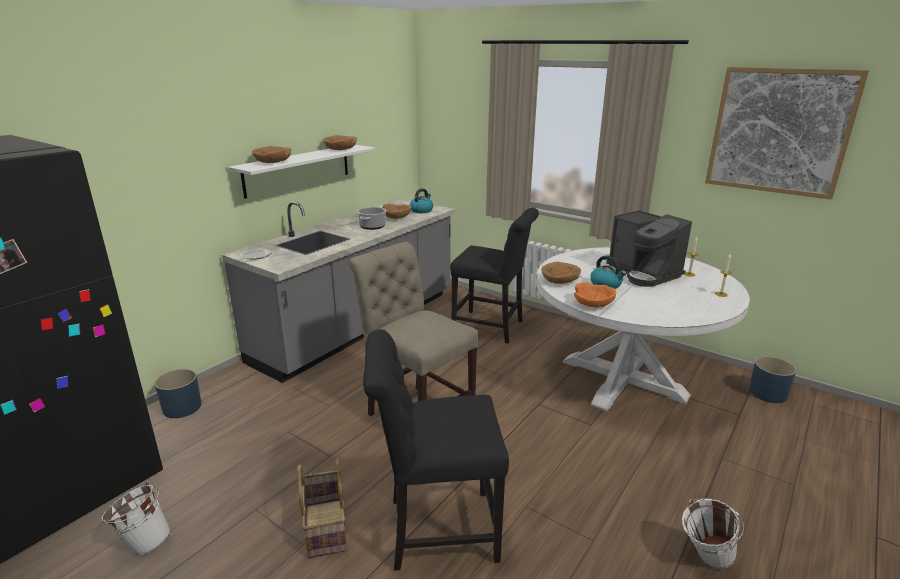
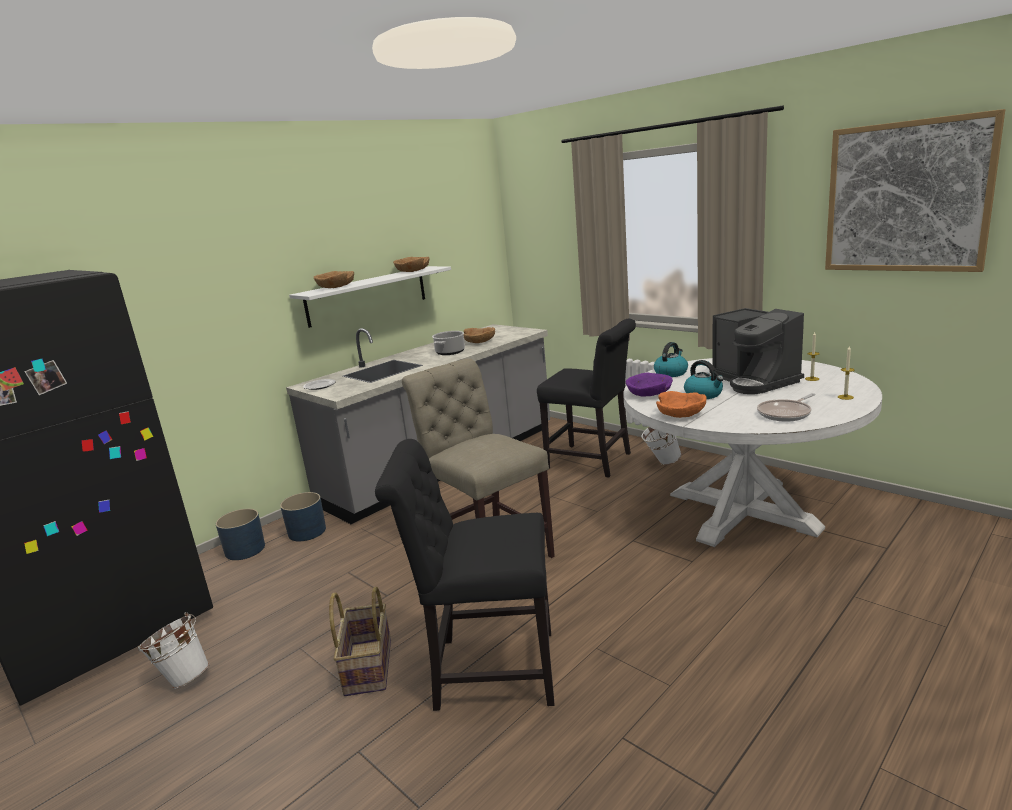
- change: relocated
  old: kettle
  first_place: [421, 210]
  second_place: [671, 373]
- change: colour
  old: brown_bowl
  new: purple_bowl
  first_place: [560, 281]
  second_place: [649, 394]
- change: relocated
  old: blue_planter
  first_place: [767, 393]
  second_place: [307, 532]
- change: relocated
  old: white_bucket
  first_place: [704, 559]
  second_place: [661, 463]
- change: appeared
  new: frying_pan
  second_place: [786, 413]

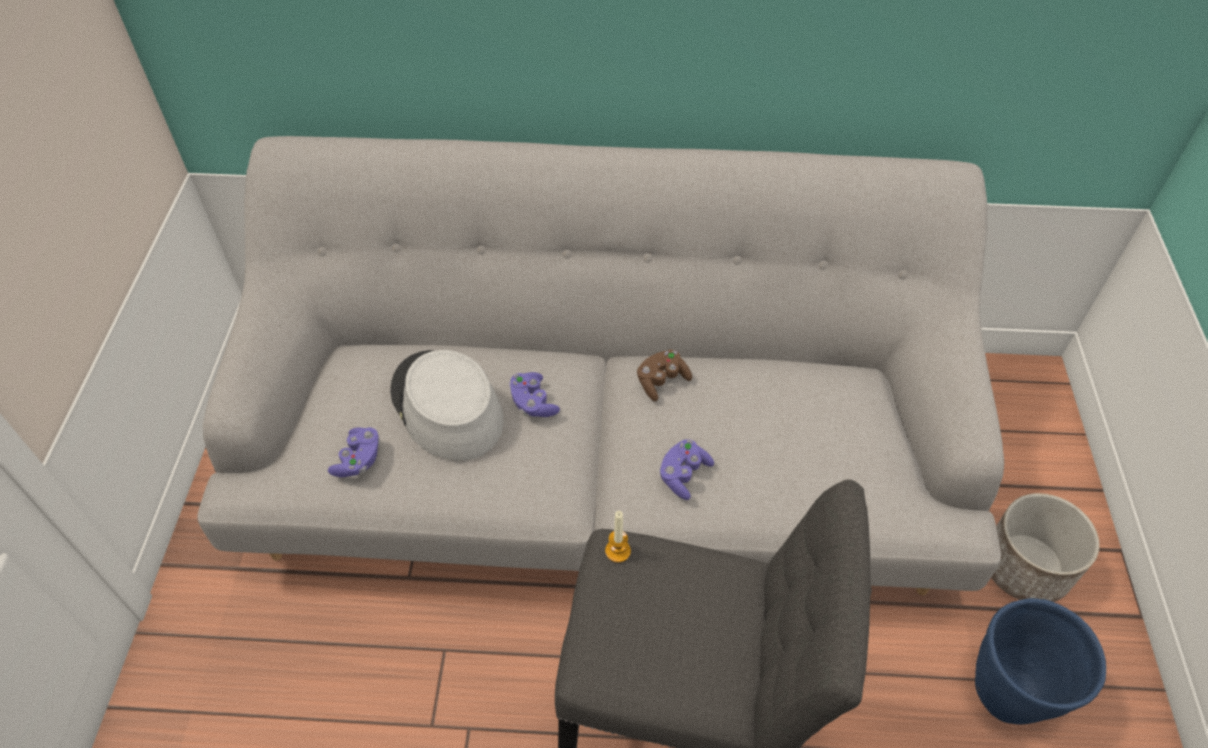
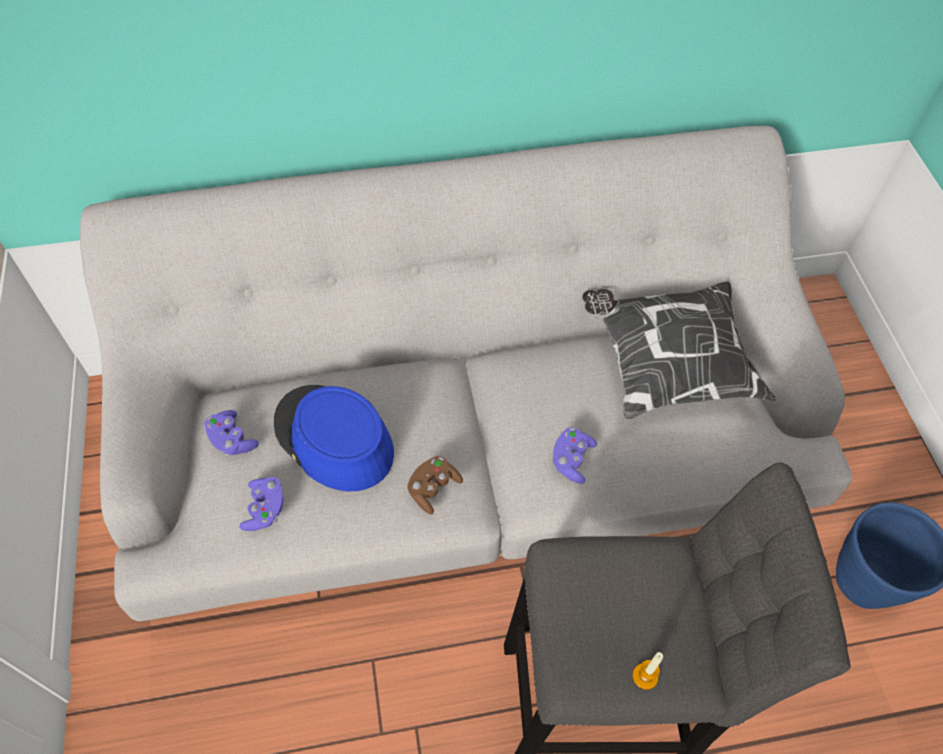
- change: colour
  old: grey_hat
  new: blue_hat
  first_place: [446, 406]
  second_place: [333, 439]
- change: relocated
  old: brown_game_controller
  first_place: [661, 381]
  second_place: [433, 489]
- change: relocated
  old: purple_game_controller
  first_place: [533, 403]
  second_place: [232, 440]
- change: missing
  old: planter
  first_place: [1026, 567]
- change: relocated
  old: candle
  first_place: [617, 551]
  second_place: [645, 676]
- change: appeared
  new: pillow
  second_place: [667, 365]

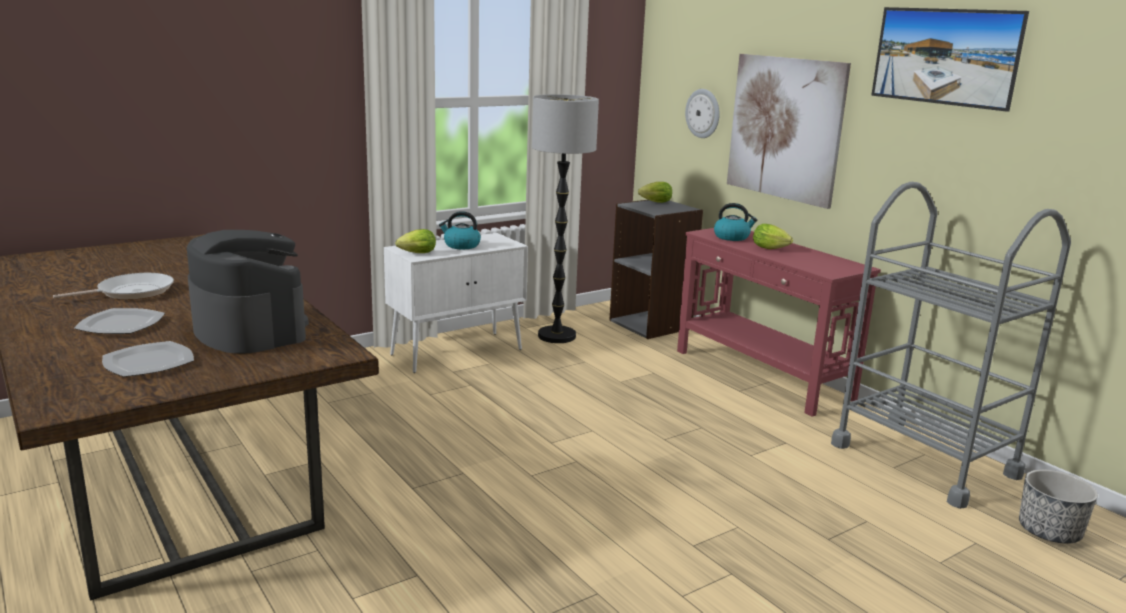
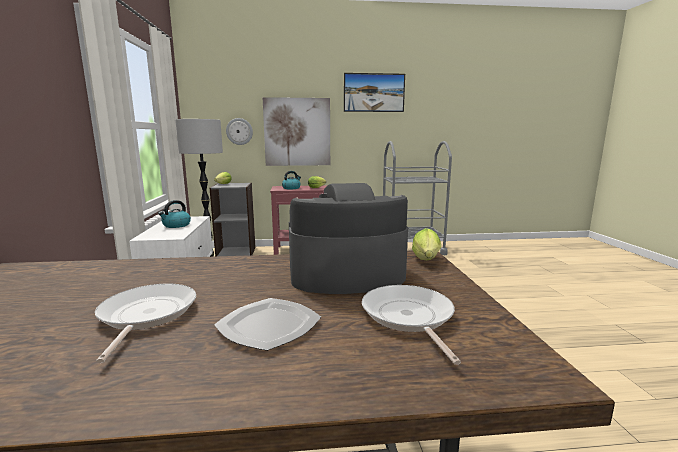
- change: relocated
  old: lettuce
  first_place: [415, 253]
  second_place: [426, 260]
- change: exchanged
  old: plate
  new: frying_pan
  first_place: [147, 362]
  second_place: [408, 317]
- change: missing
  old: planter
  first_place: [1049, 531]

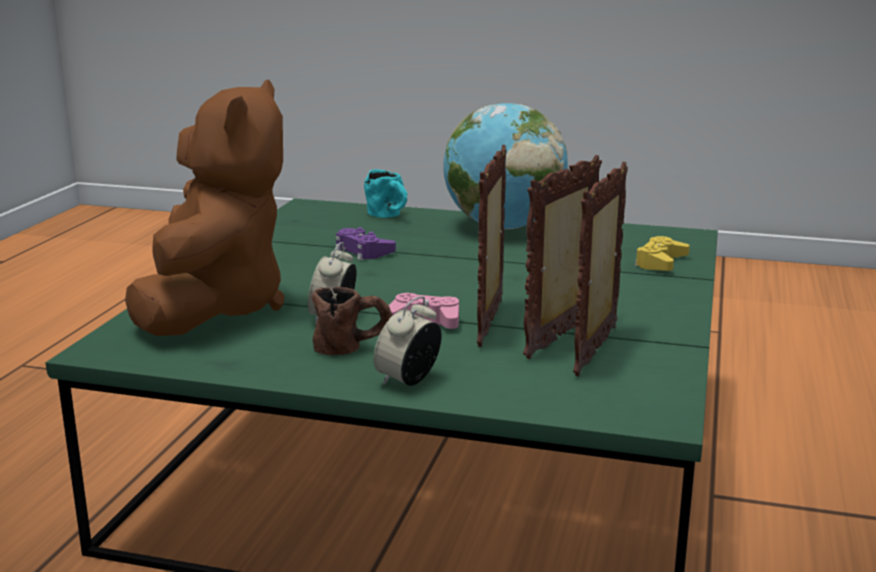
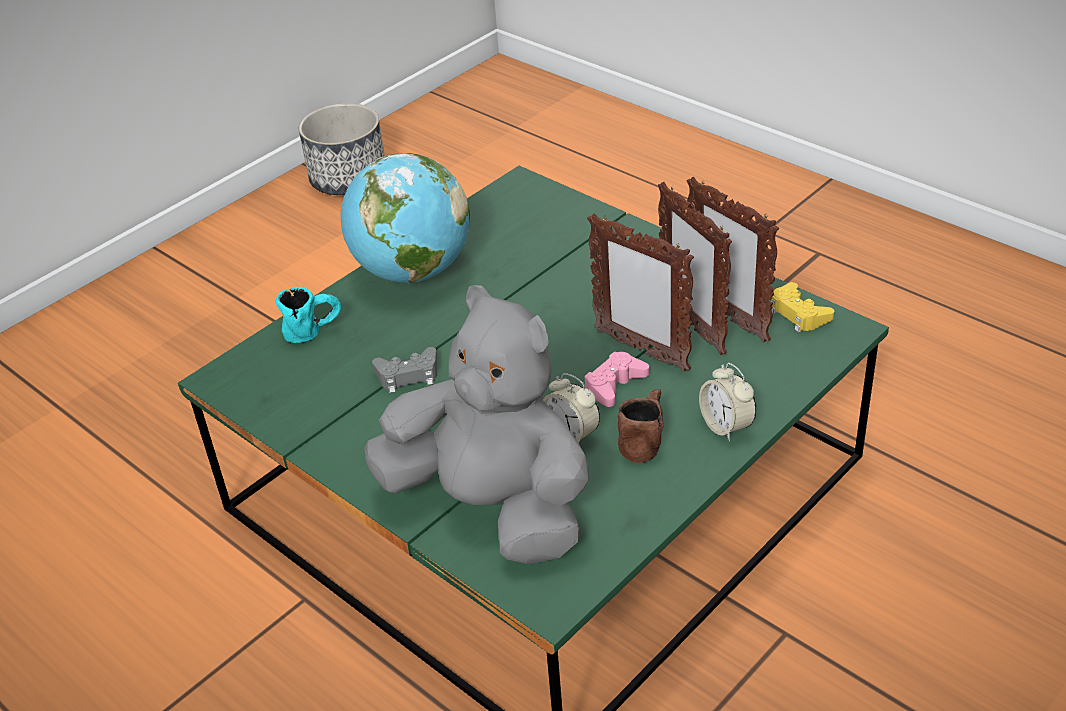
- change: colour
  old: brown_plush_toy
  new: grey_plush_toy
  first_place: [214, 308]
  second_place: [492, 507]
- change: colour
  old: purple_game_controller
  new: grey_game_controller
  first_place: [363, 251]
  second_place: [408, 375]
- change: relocated
  old: yellow_game_controller
  first_place: [660, 262]
  second_place: [798, 314]
- change: appeared
  new: planter
  second_place: [349, 178]

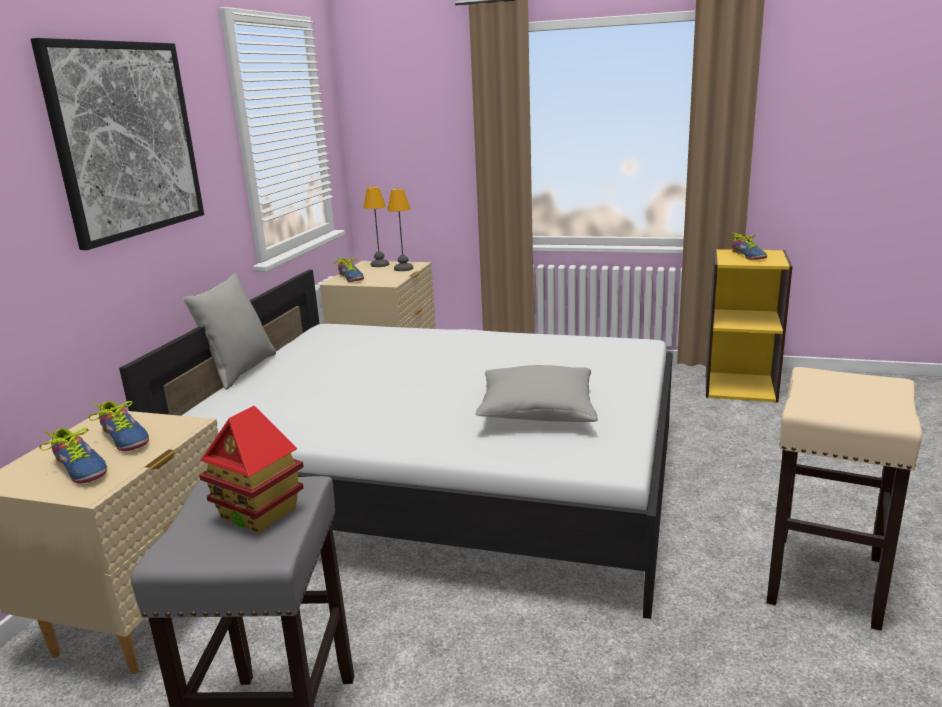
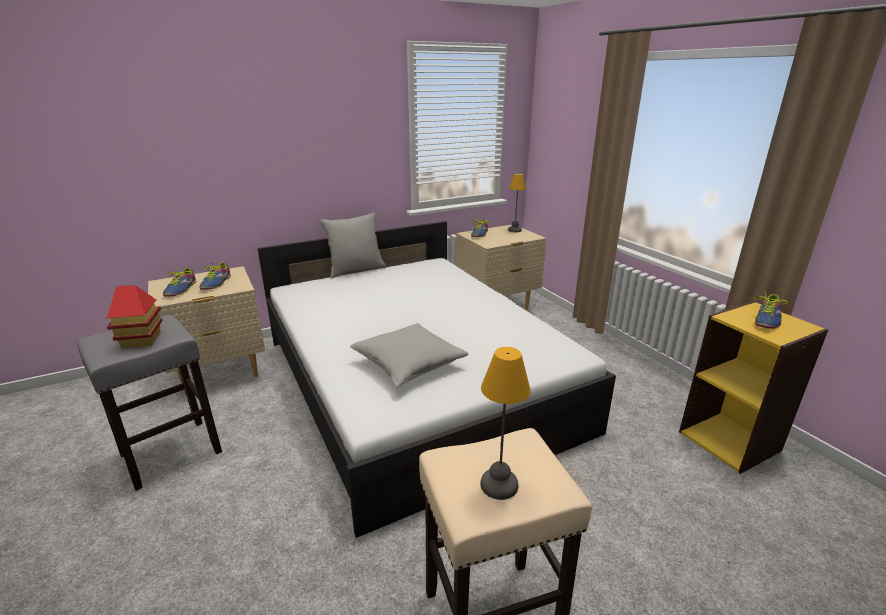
- change: missing
  old: picture
  first_place: [126, 140]
- change: relocated
  old: table_lamp
  first_place: [404, 268]
  second_place: [499, 486]

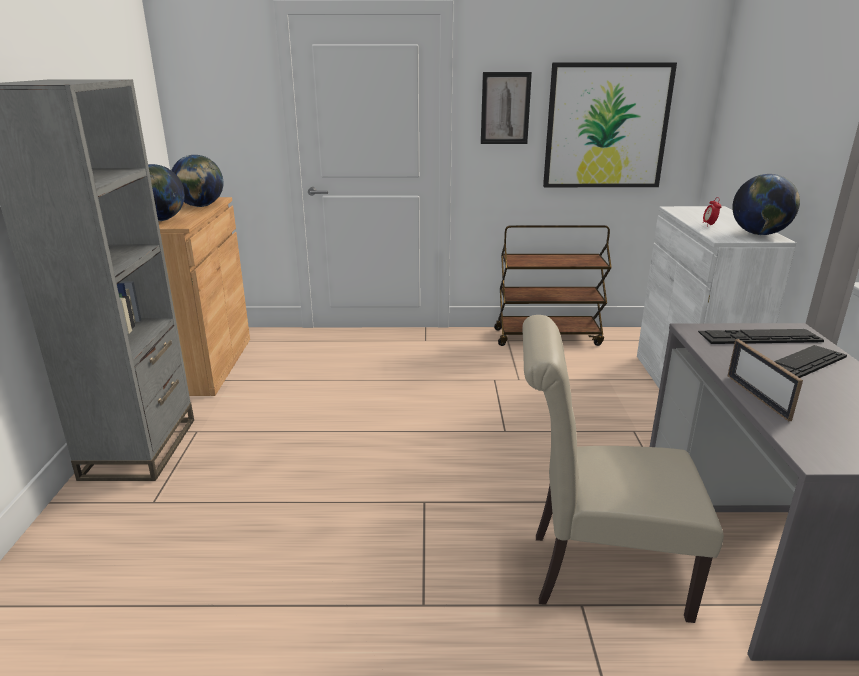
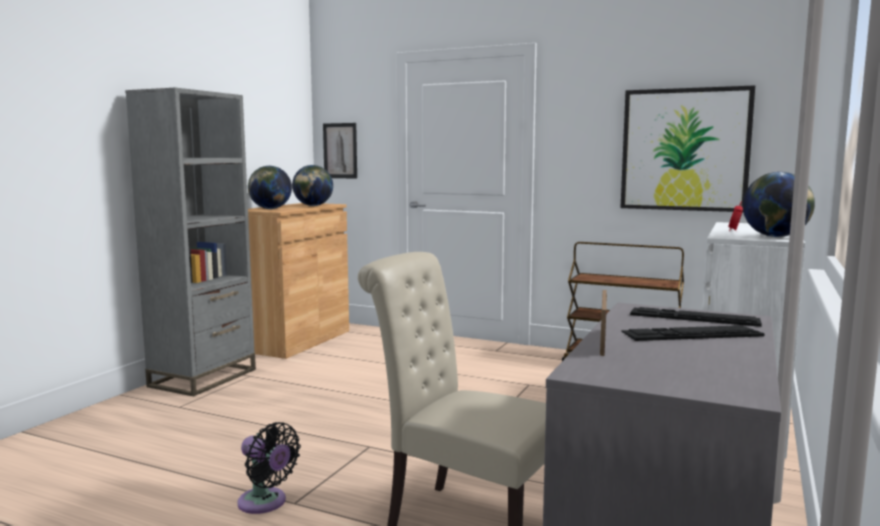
- change: relocated
  old: picture
  first_place: [505, 108]
  second_place: [340, 150]
- change: appeared
  new: black_fan
  second_place: [265, 503]

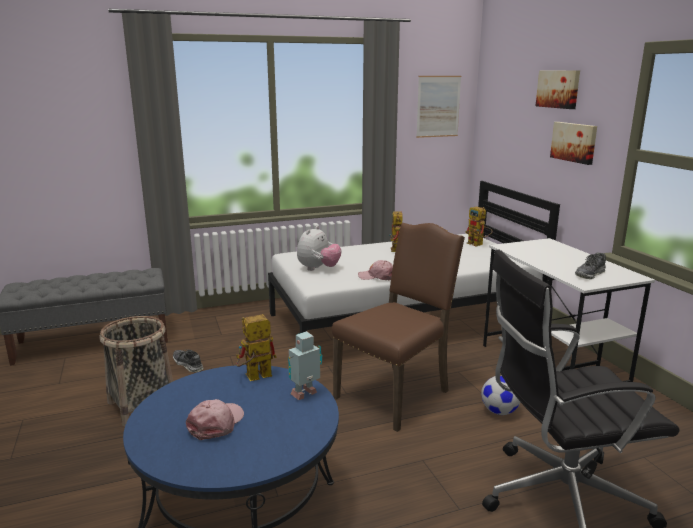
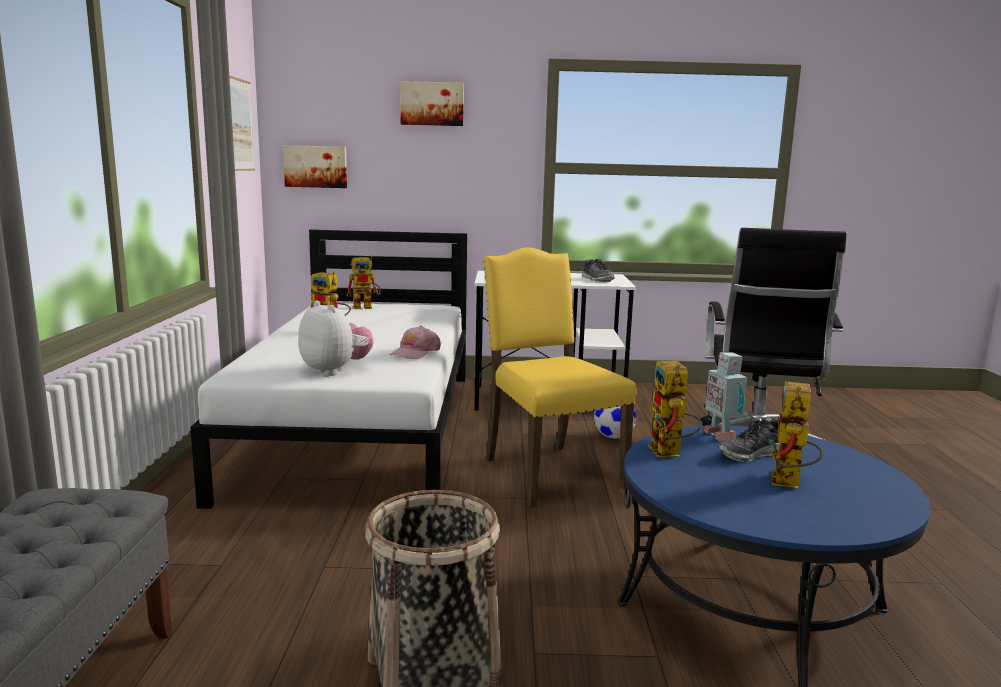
- change: relocated
  old: picture
  first_place: [574, 142]
  second_place: [316, 166]
- change: colour
  old: brown_chair
  new: yellow_chair
  first_place: [395, 394]
  second_place: [548, 472]
- change: relocated
  old: shoe
  first_place: [188, 365]
  second_place: [752, 454]
- change: exchanged
  old: pink_cap
  new: toy_robot
  first_place: [216, 423]
  second_place: [789, 484]

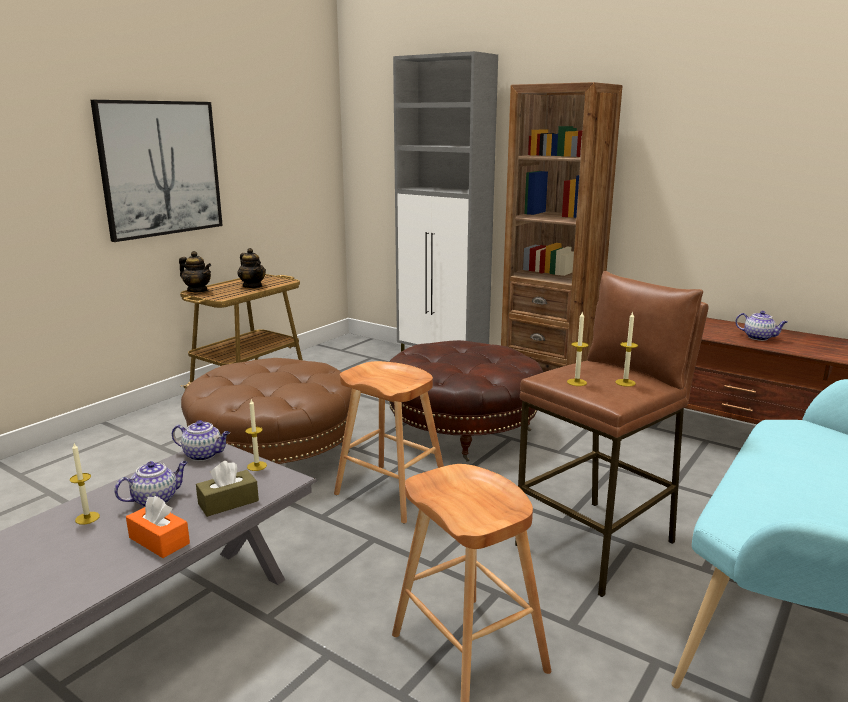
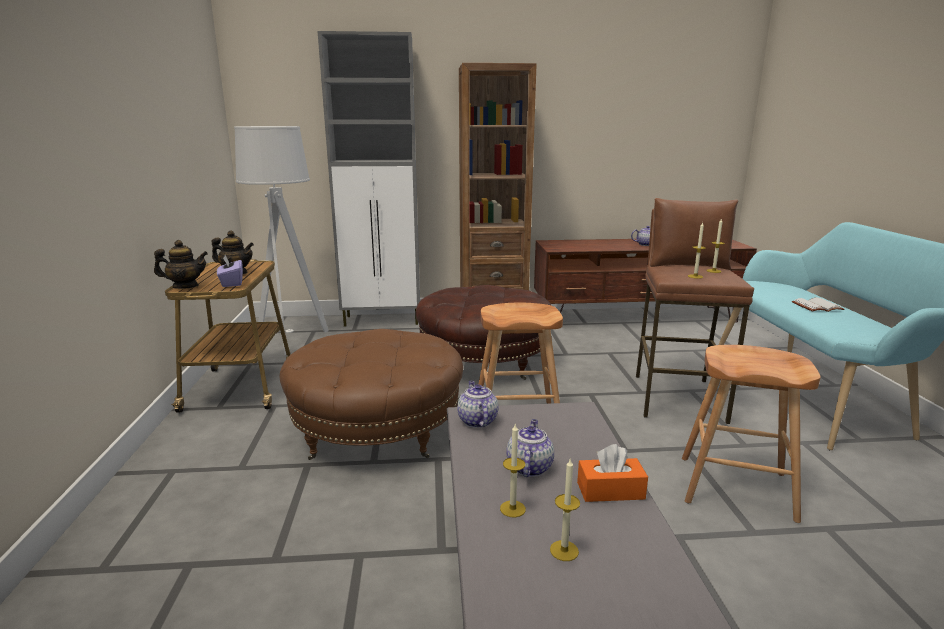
- change: missing
  old: picture
  first_place: [161, 168]
- change: relocated
  old: candle
  first_place: [257, 466]
  second_place: [564, 550]
- change: spun
  old: teapot
  first_place: [204, 455]
  second_place: [477, 420]
  degrees: -75
- change: missing
  old: brown_tissue_box
  first_place: [228, 502]
- change: appeared
  new: grey_floor_lamp
  second_place: [291, 340]
- change: appeared
  new: purple_tissue_box
  second_place: [231, 283]
- change: appeared
  new: white_book
  second_place: [817, 307]

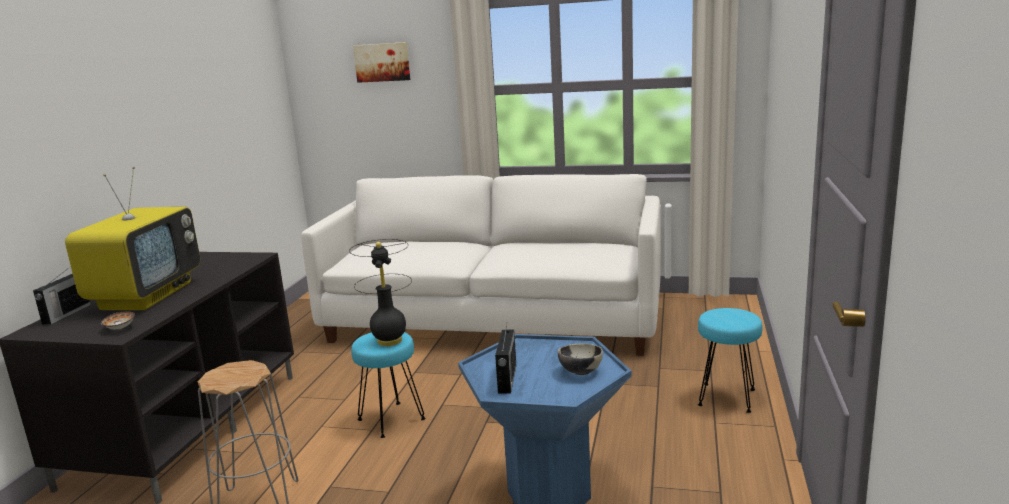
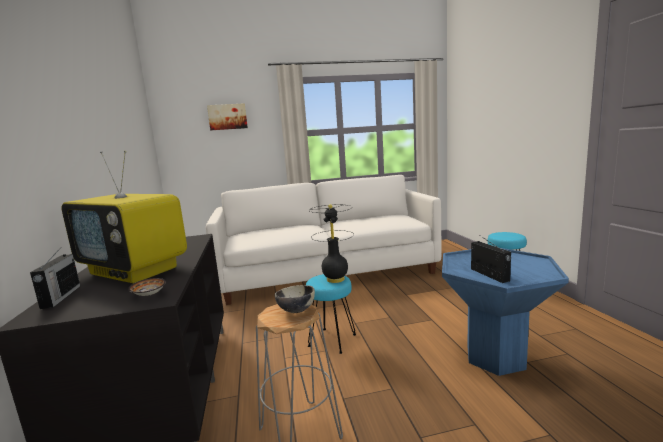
- change: spun
  old: television
  first_place: [146, 295]
  second_place: [135, 271]
  degrees: 135
- change: relocated
  old: bowl
  first_place: [580, 372]
  second_place: [296, 310]

